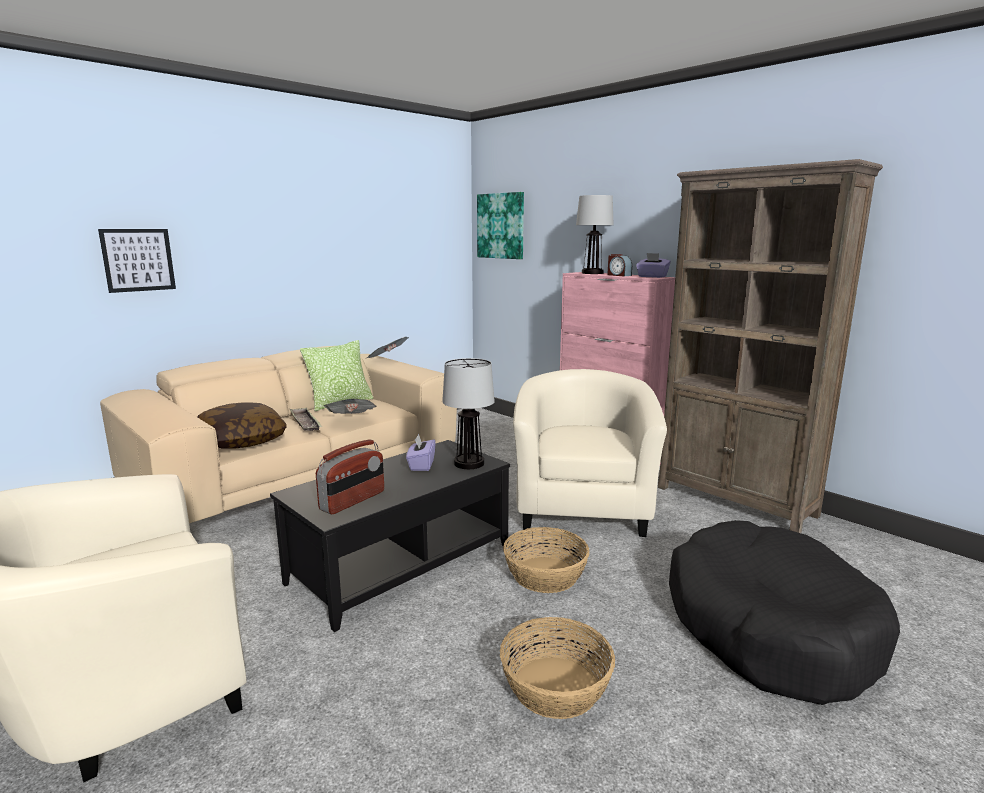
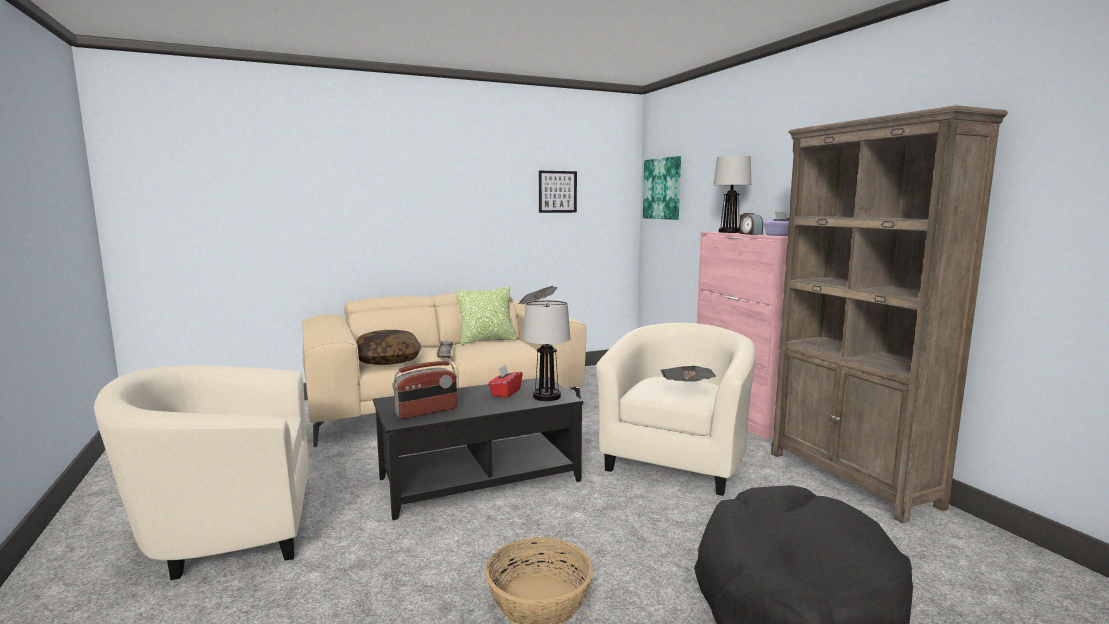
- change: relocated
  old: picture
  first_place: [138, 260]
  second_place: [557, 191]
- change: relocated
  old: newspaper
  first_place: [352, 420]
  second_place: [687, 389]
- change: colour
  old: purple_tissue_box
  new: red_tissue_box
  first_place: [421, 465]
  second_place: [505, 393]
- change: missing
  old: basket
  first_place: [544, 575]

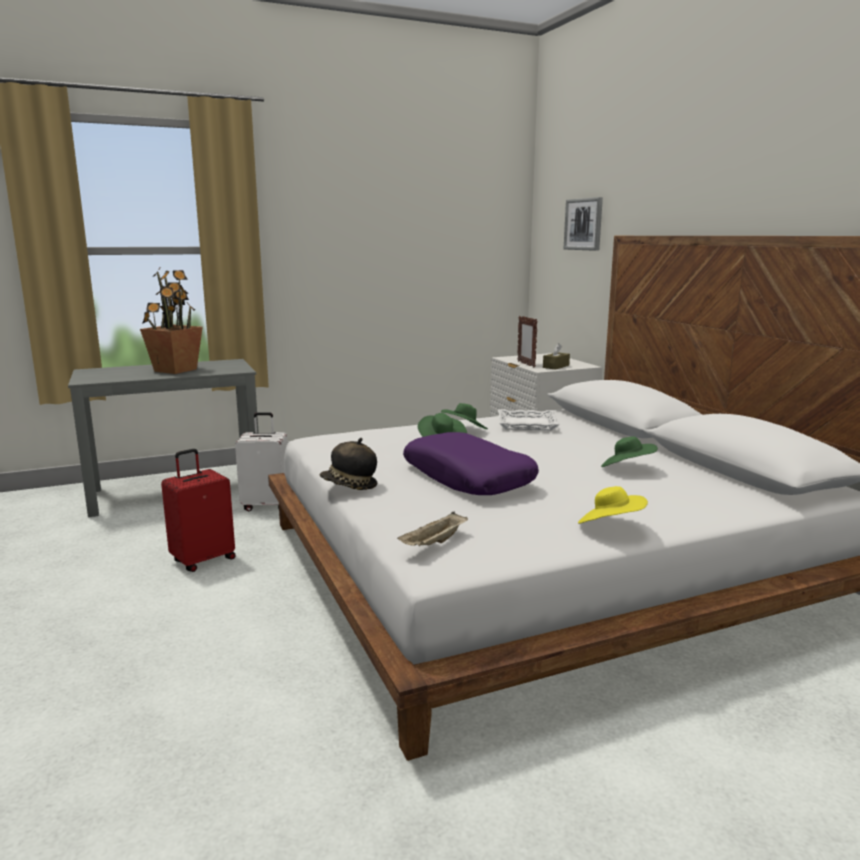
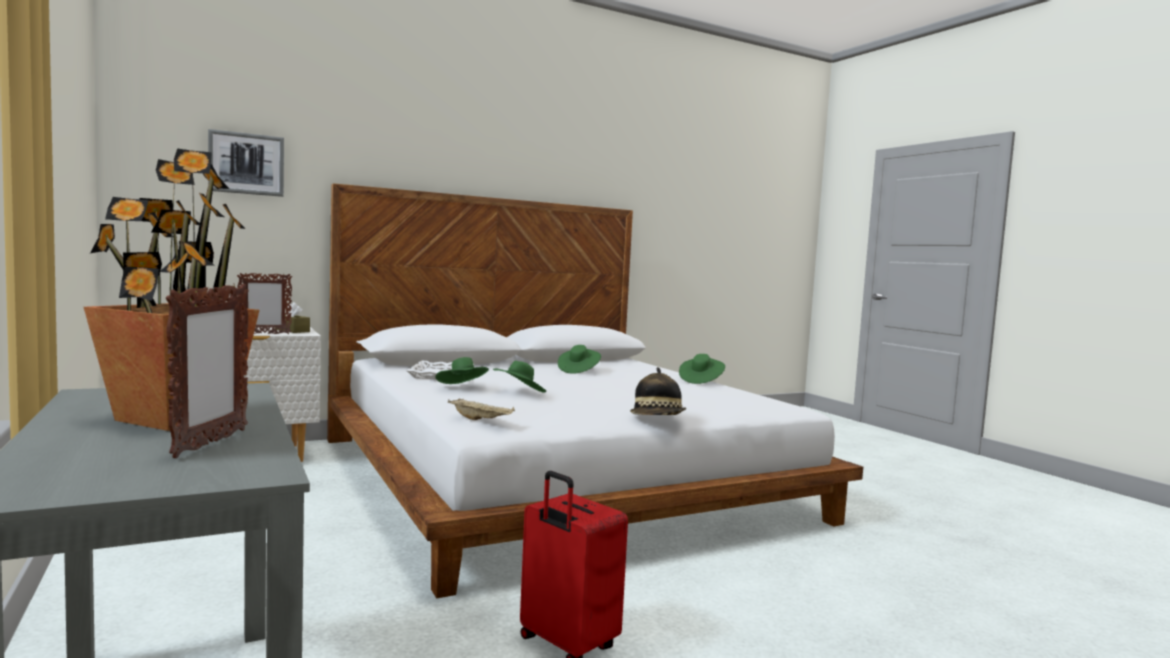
- change: missing
  old: white_suitcase
  first_place: [267, 505]
- change: missing
  old: purple_pillow
  first_place: [468, 477]
- change: colour
  old: yellow_hat
  new: green_hat
  first_place: [610, 526]
  second_place: [700, 380]
- change: relocated
  old: beige_tray
  first_place: [434, 543]
  second_place: [481, 420]
- change: appeared
  new: picture_frame
  second_place: [210, 443]

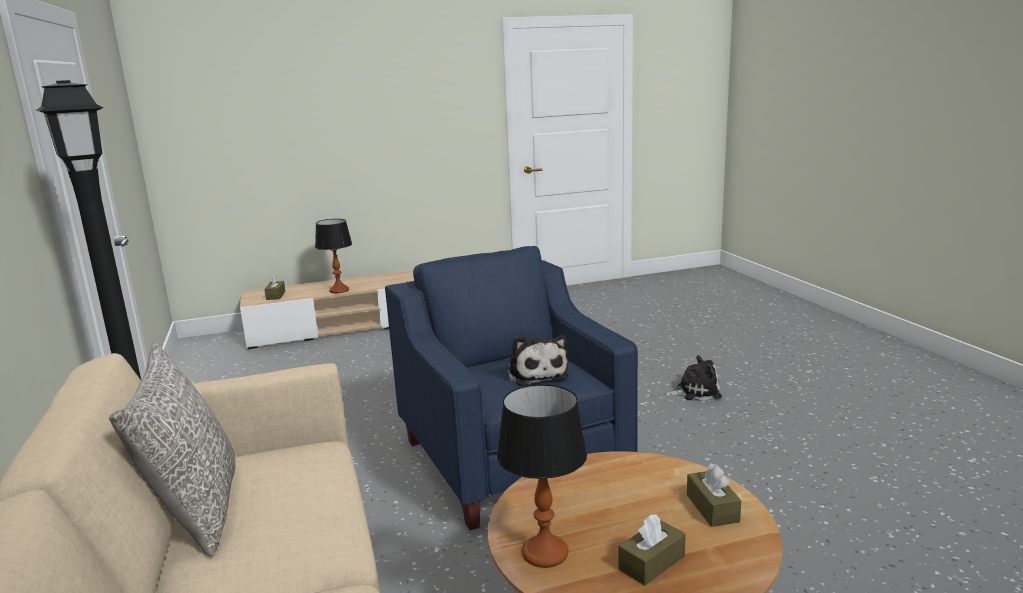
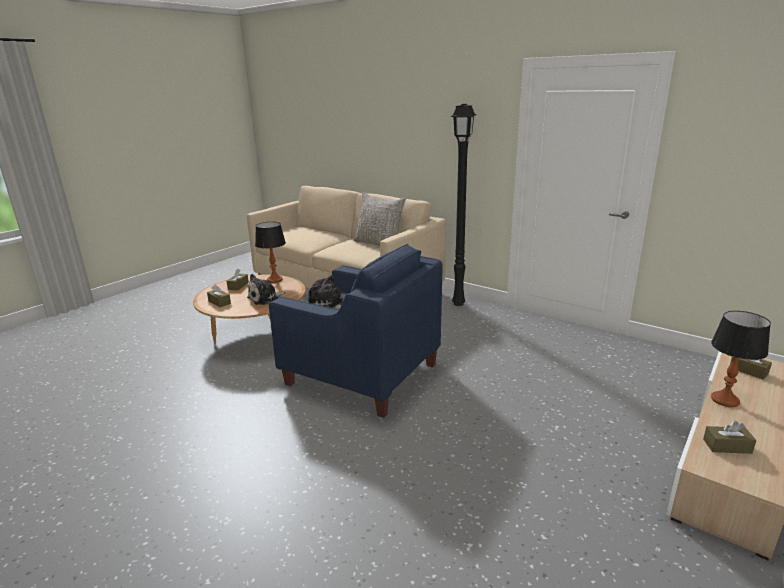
- change: relocated
  old: plush_toy
  first_place: [695, 391]
  second_place: [265, 299]
- change: appeared
  new: brown_tissue_box
  second_place: [727, 446]

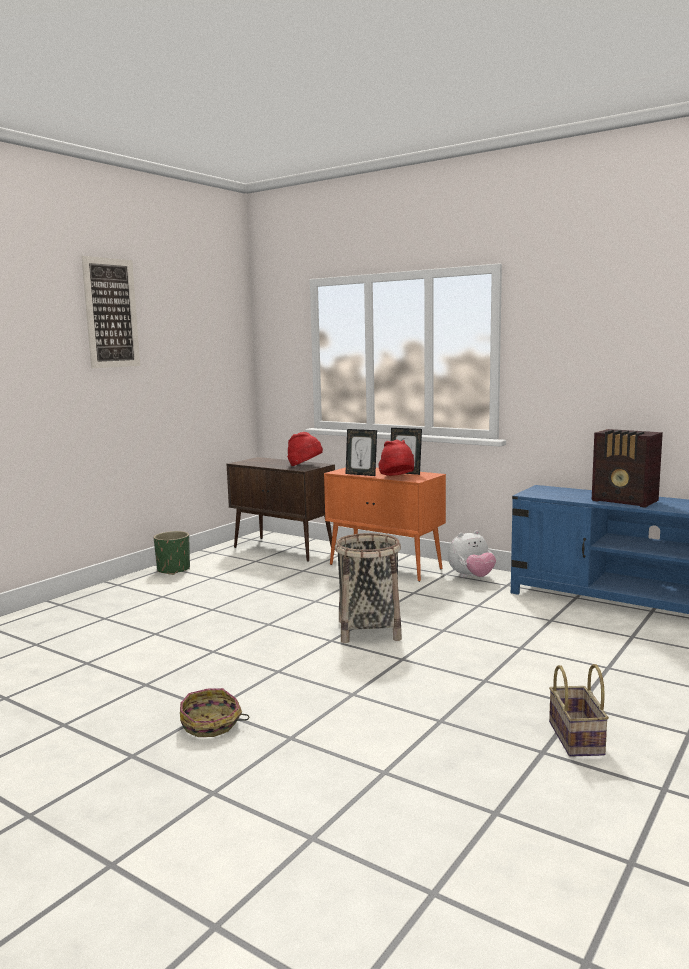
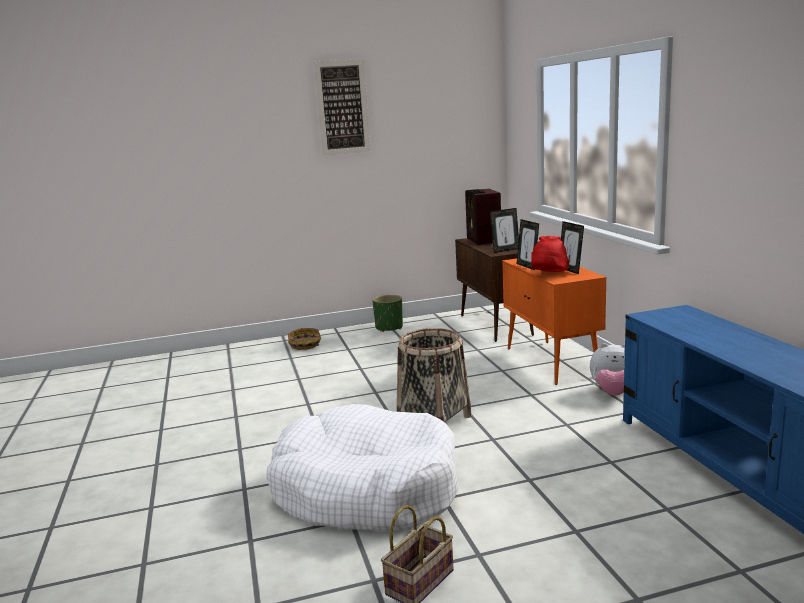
- change: relocated
  old: radio
  first_place: [625, 501]
  second_place: [483, 241]
- change: exchanged
  old: red_hat
  new: picture_frame
  first_place: [305, 466]
  second_place: [505, 250]
- change: relocated
  old: basket
  first_place: [211, 725]
  second_place: [305, 345]
- change: appeared
  new: white_dog_bed
  second_place: [366, 489]

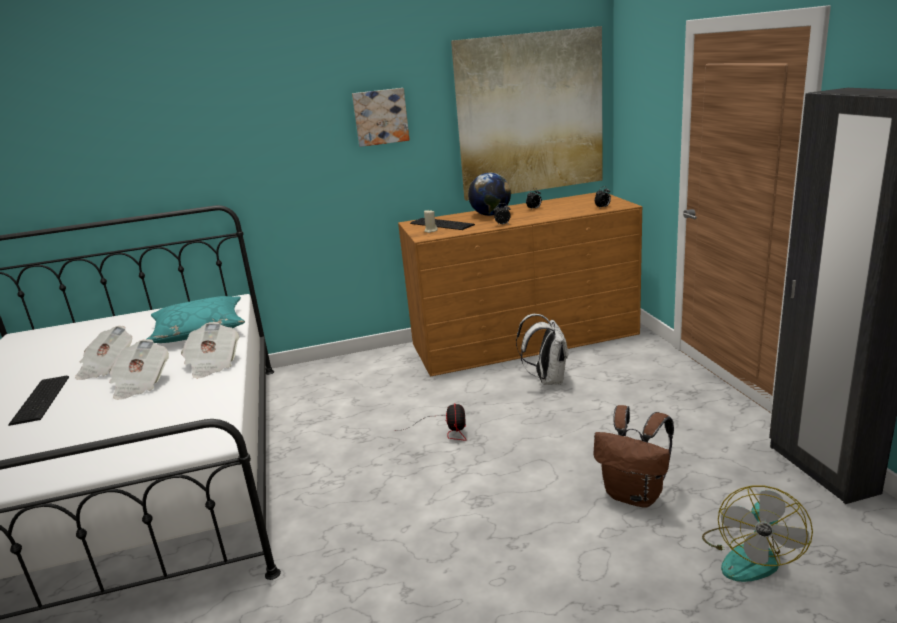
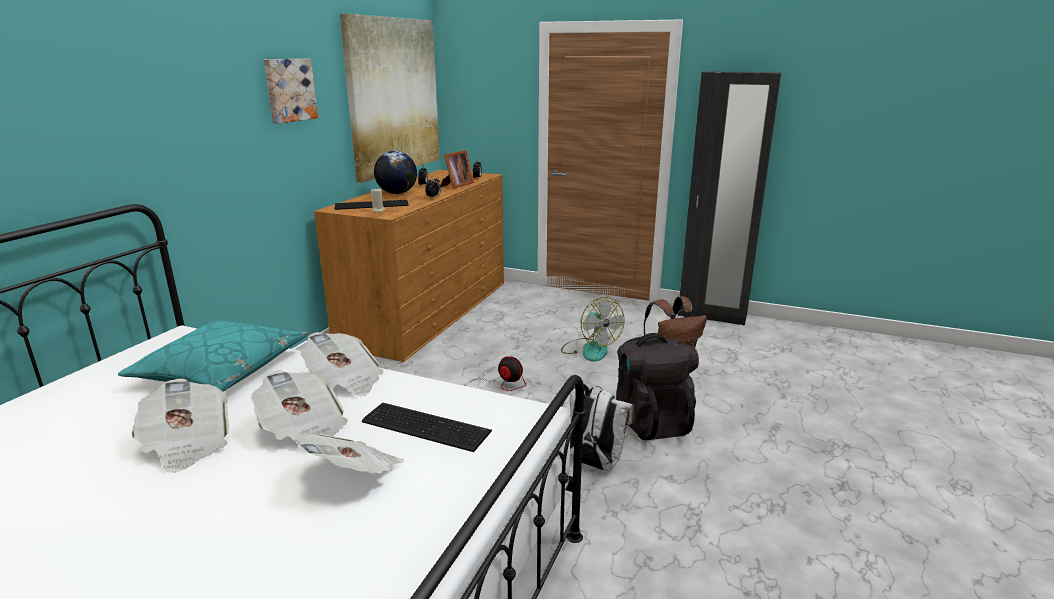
- change: relocated
  old: white_backpack
  first_place: [547, 380]
  second_place: [590, 462]
- change: relocated
  old: keyboard
  first_place: [43, 399]
  second_place: [425, 425]
- change: relocated
  old: fan
  first_place: [750, 555]
  second_place: [590, 349]
- change: appeared
  new: picture_frame
  second_place: [456, 185]
- change: appeared
  new: black_backpack
  second_place: [651, 420]
- change: appeared
  new: newspaper
  second_place: [355, 475]

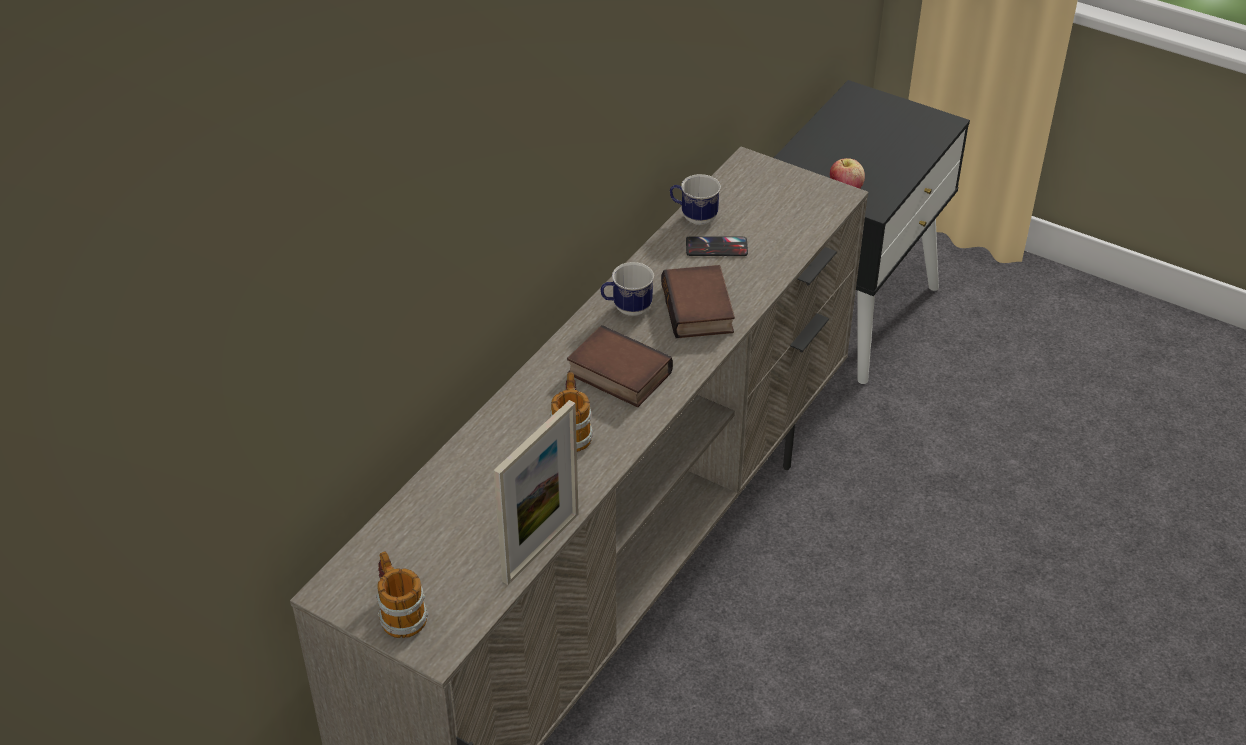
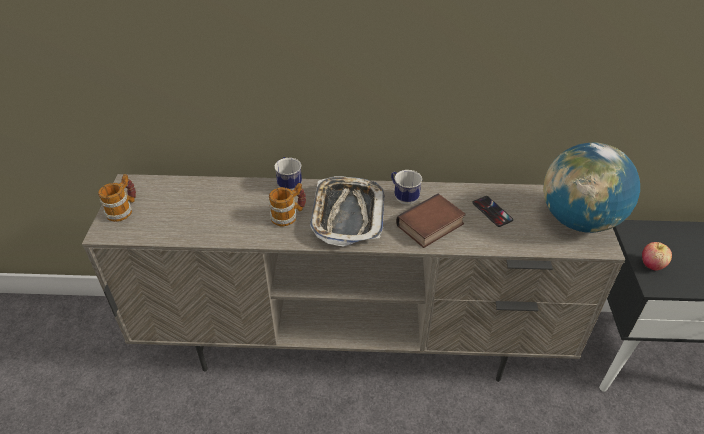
- change: relocated
  old: mug
  first_place: [693, 217]
  second_place: [289, 184]
- change: exchanged
  old: book
  new: tray
  first_place: [616, 374]
  second_place: [347, 214]
- change: missing
  old: picture_frame
  first_place: [541, 547]
- change: appeared
  new: globe
  second_place: [578, 220]

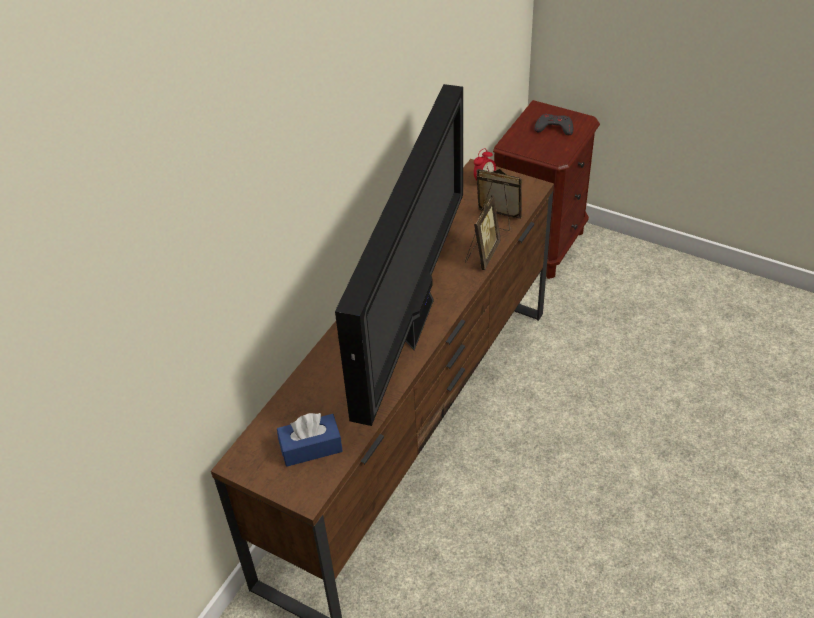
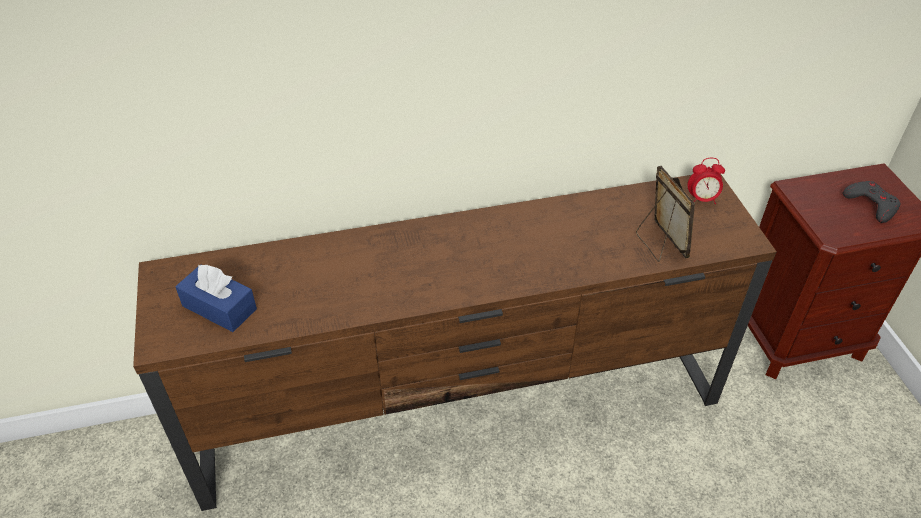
- change: missing
  old: television
  first_place: [416, 319]
- change: missing
  old: picture_frame
  first_place: [482, 255]

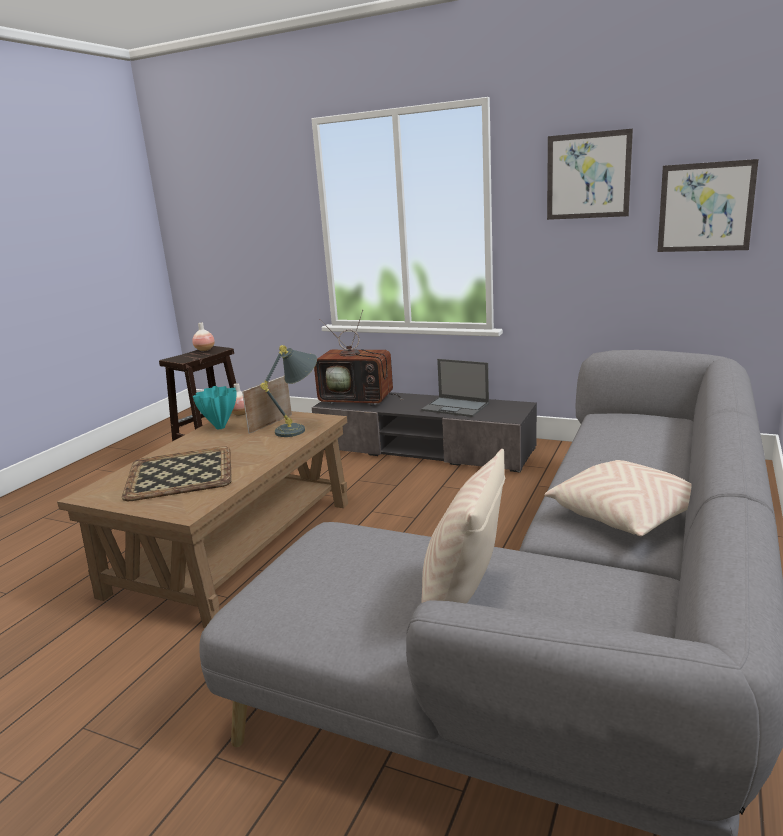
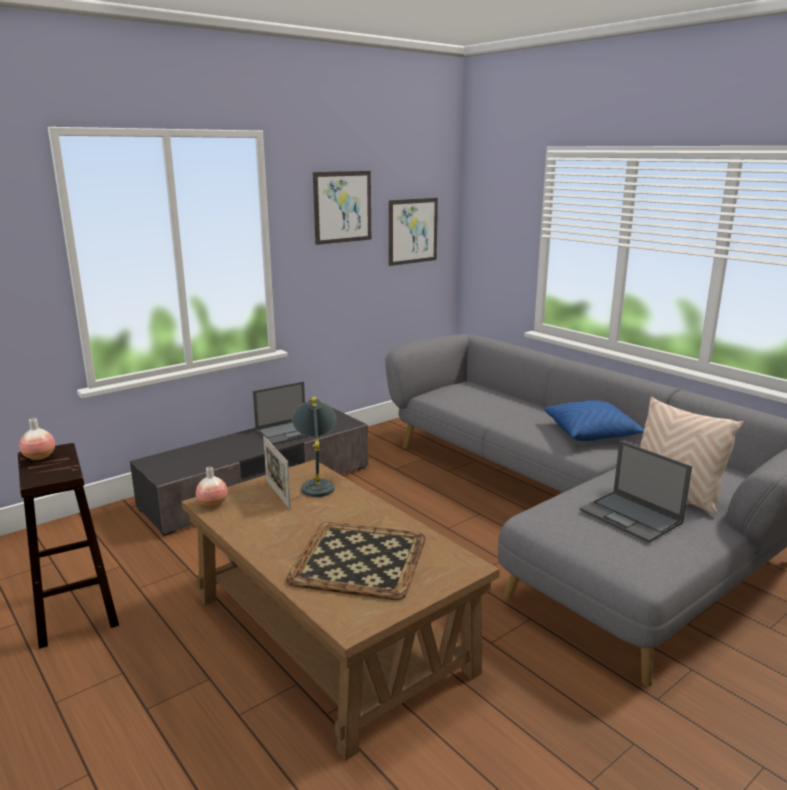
- change: missing
  old: television
  first_place: [359, 399]
- change: missing
  old: turquoise_vase
  first_place: [220, 428]
- change: colour
  old: beige_pillow
  new: blue_pillow
  first_place: [627, 515]
  second_place: [592, 433]
- change: appeared
  new: laptop
  second_place: [632, 517]

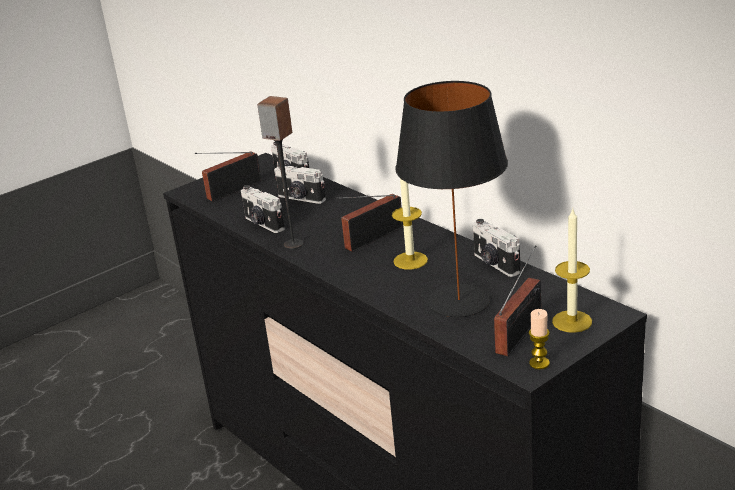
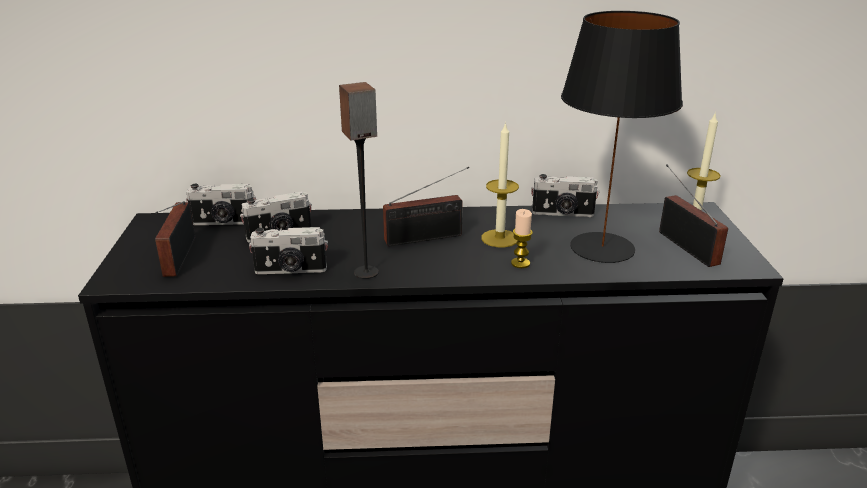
- change: spun
  old: radio
  first_place: [370, 239]
  second_place: [428, 238]
  degrees: -105
- change: relocated
  old: candle
  first_place: [539, 363]
  second_place: [520, 263]

